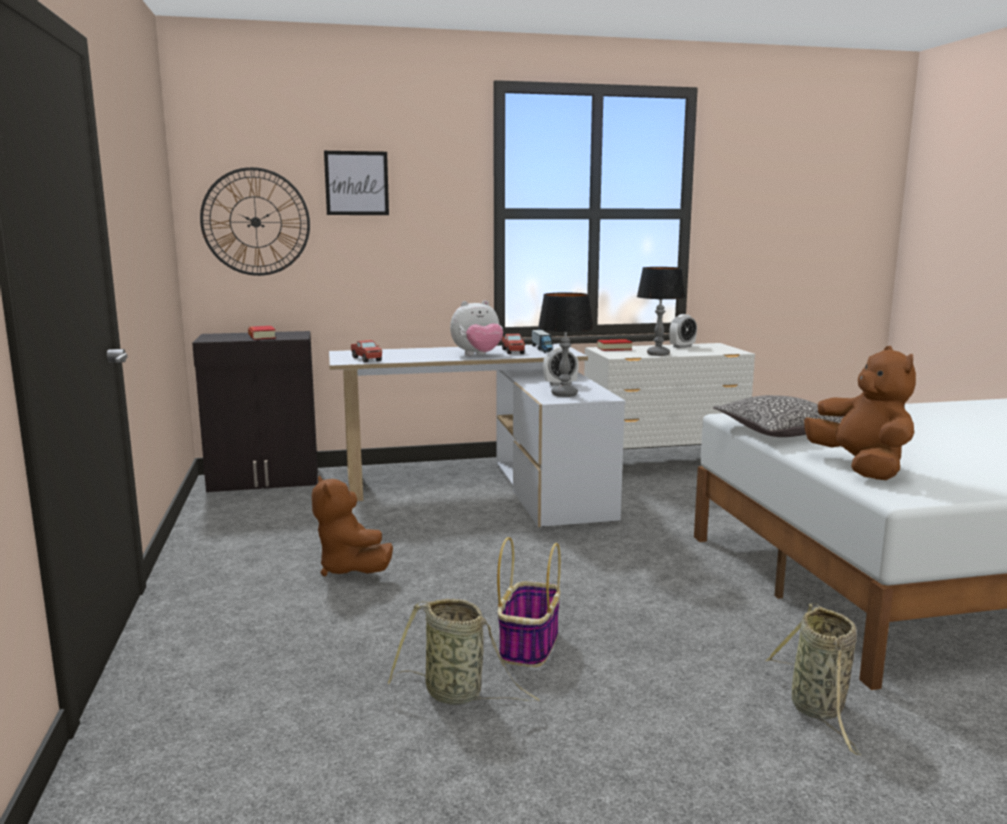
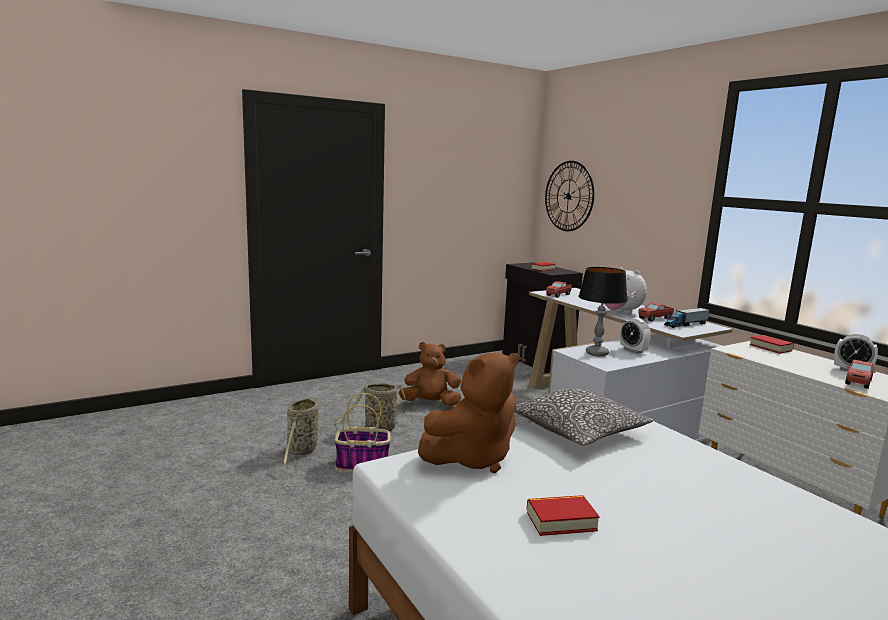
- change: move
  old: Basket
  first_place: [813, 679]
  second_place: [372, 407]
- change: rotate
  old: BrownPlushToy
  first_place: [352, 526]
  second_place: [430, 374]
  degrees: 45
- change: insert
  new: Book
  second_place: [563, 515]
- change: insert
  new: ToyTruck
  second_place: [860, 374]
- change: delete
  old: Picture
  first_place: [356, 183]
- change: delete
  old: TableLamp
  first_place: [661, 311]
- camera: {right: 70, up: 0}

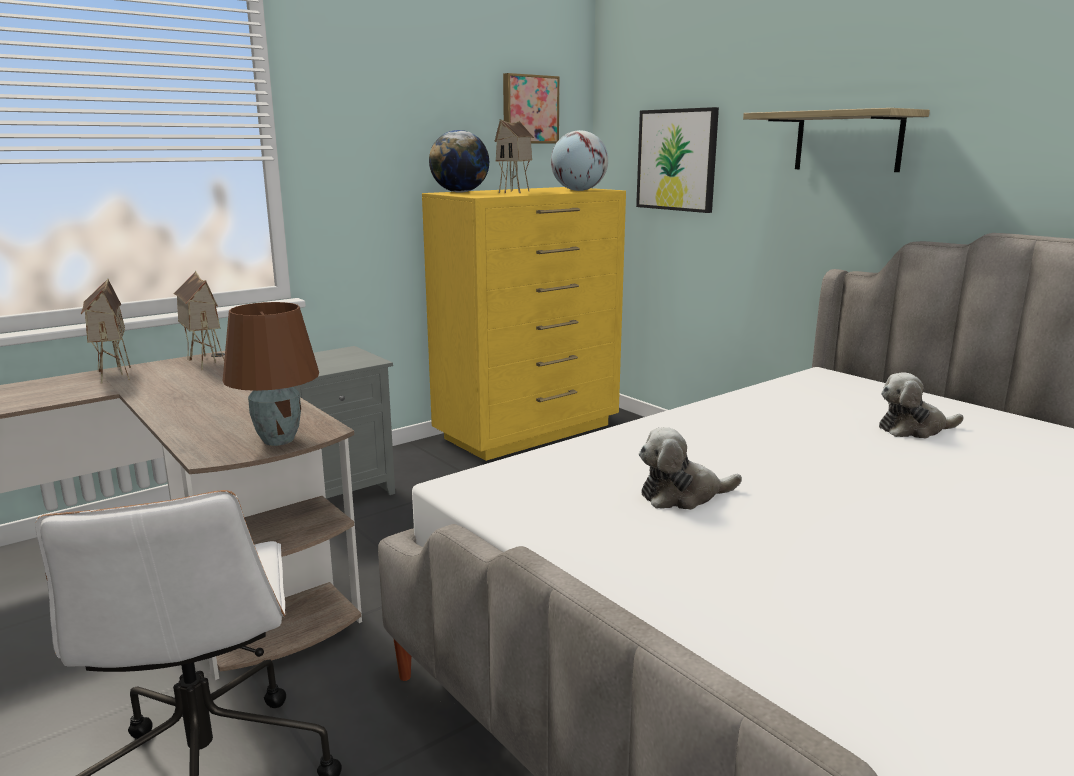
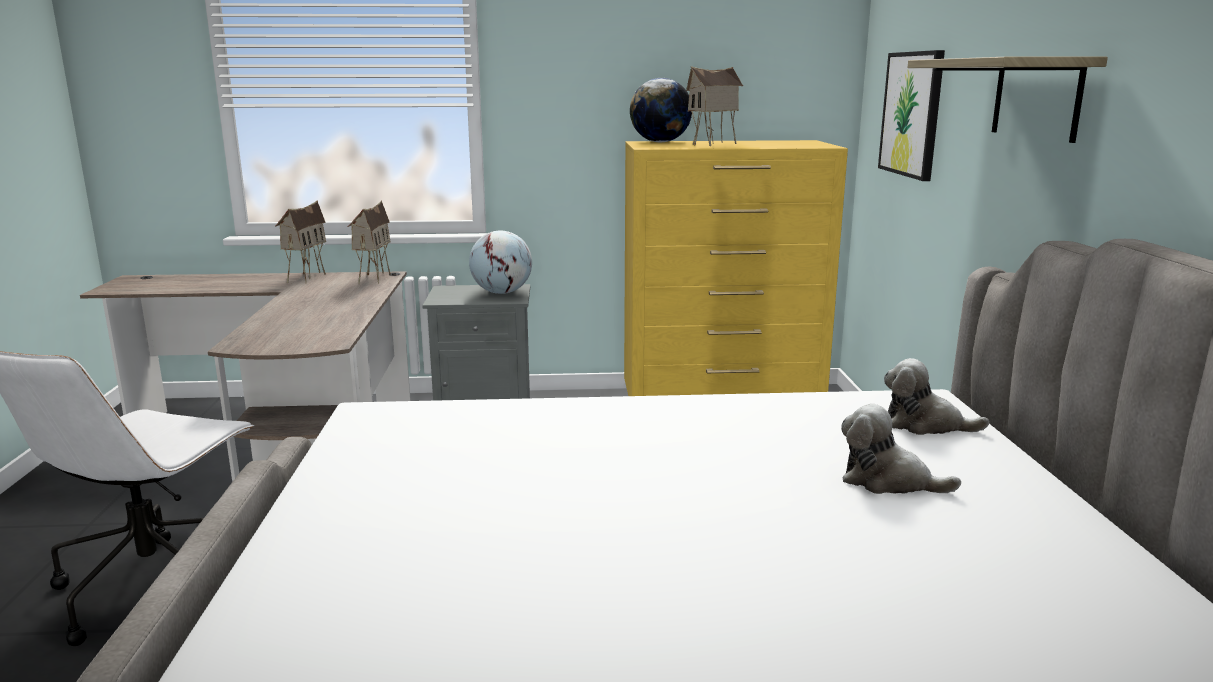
- change: move
  old: Globe
  first_place: [579, 160]
  second_place: [500, 262]
- change: move
  old: PlushToy
  first_place: [690, 468]
  second_place: [936, 396]
- change: delete
  old: BrownTableLamp
  first_place: [271, 374]
- change: delete
  old: Picture
  first_place: [531, 108]
- camera: {right: 35, up: 0}

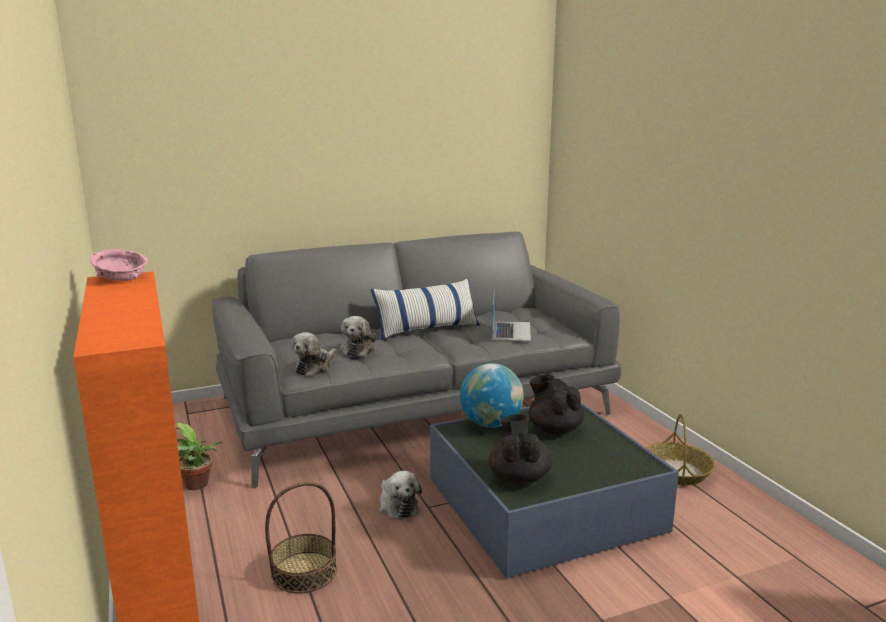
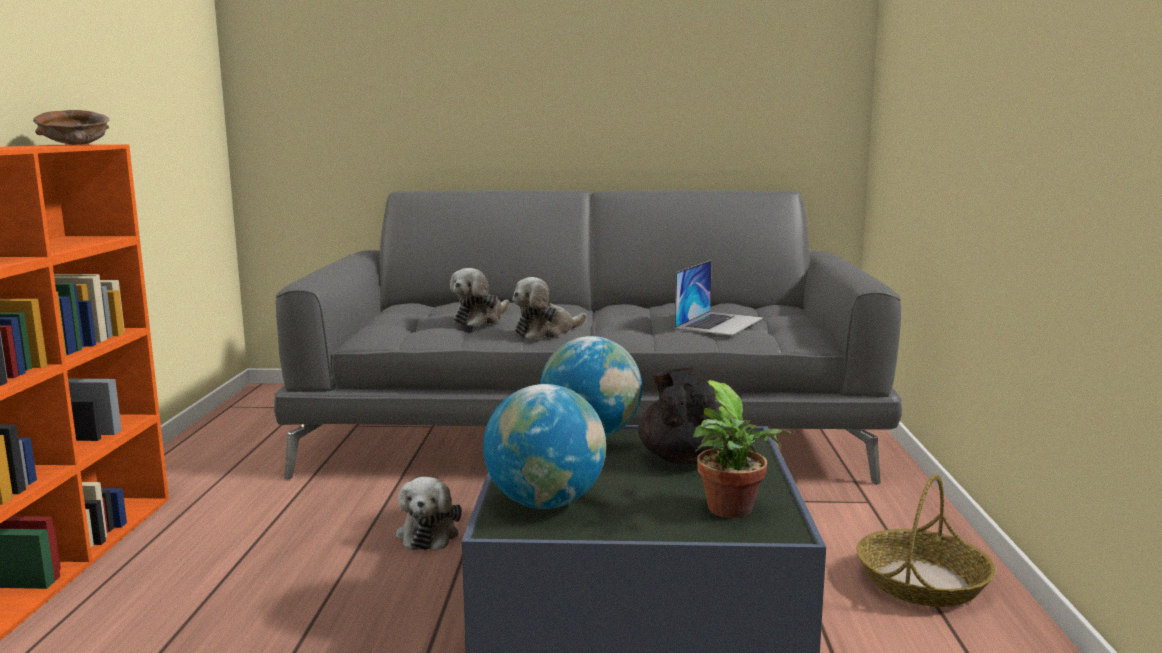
- change: recolor
  old: PinkBowl
  new: BrownBowl
  first_place: [119, 265]
  second_place: [71, 127]
- change: replace
  old: BlackTeapot
  new: Globe
  first_place: [520, 449]
  second_place: [544, 446]
- change: move
  old: PlushToy
  first_place: [313, 354]
  second_place: [549, 308]
- change: move
  old: PottedPlant
  first_place: [199, 456]
  second_place: [742, 449]
- change: delete
  old: Basket
  first_place: [301, 537]
- change: delete
  old: Pillow
  first_place: [425, 309]
- camera: {right: 25, up: -5}

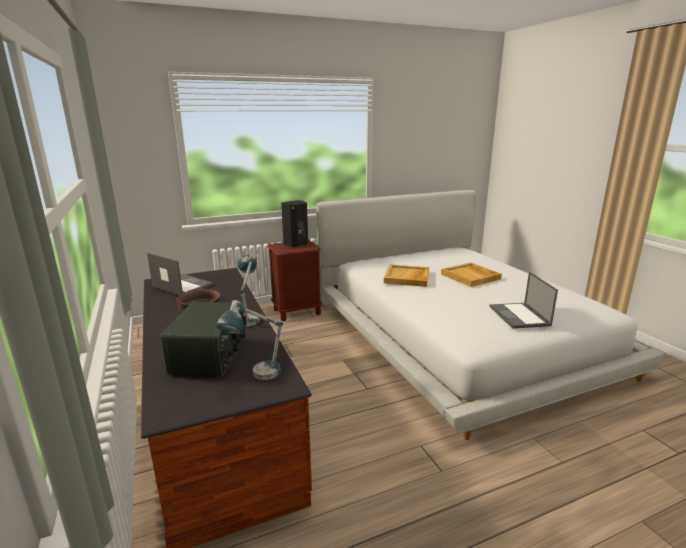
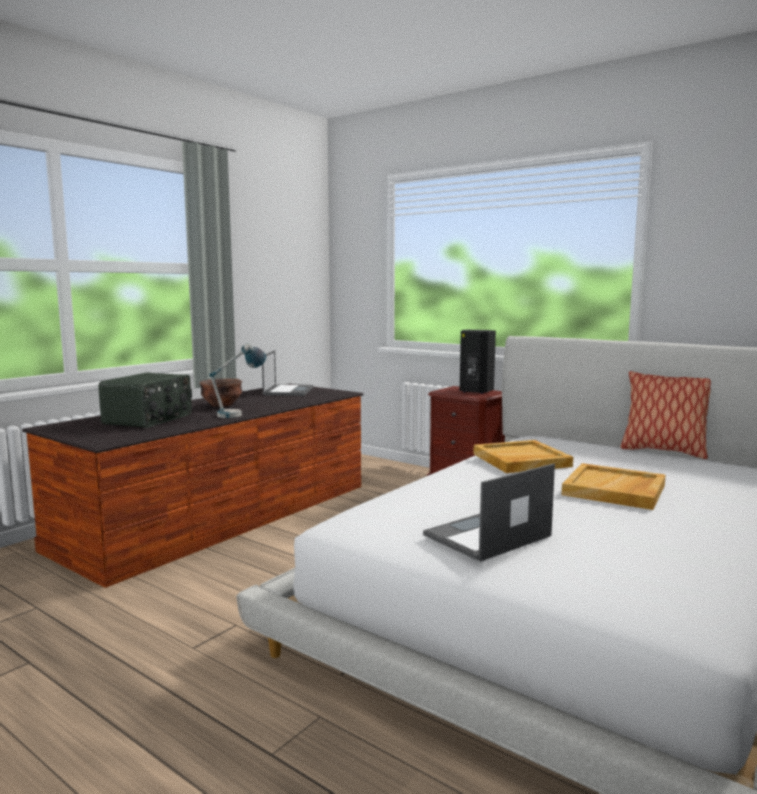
- change: rotate
  old: Radio
  first_place: [203, 338]
  second_place: [145, 400]
  degrees: -45
- change: insert
  new: Pillow
  second_place: [665, 415]
- change: delete
  old: TableLamp
  first_place: [249, 340]
- camera: {right: 60, up: -10}

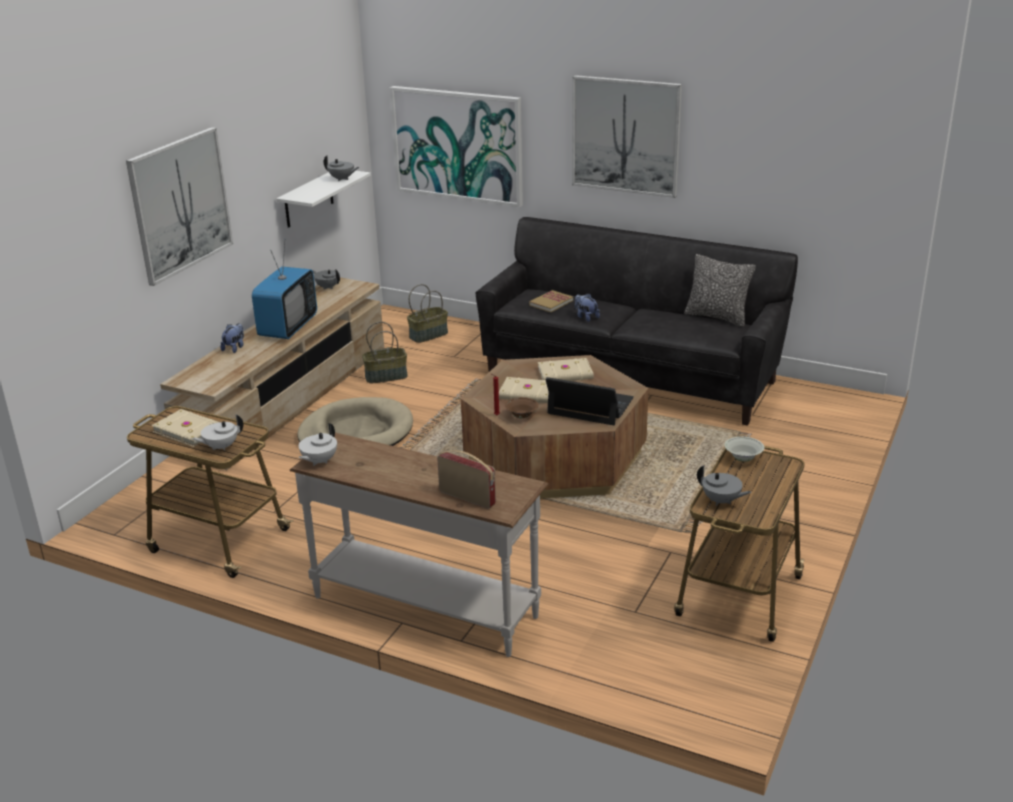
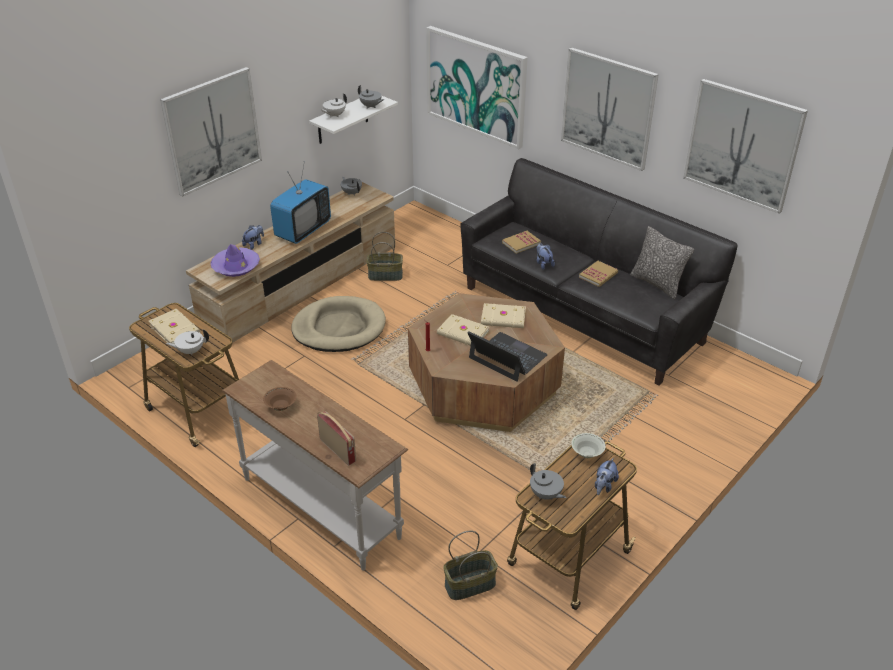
- change: insert
  new: PurpleHat
  second_place: [235, 260]
- change: move
  old: BrownBowl
  first_place: [522, 407]
  second_place: [280, 399]
- change: move
  old: WhiteTeapot
  first_place: [317, 444]
  second_place: [333, 105]
- change: move
  old: Basket
  first_place: [427, 313]
  second_place: [470, 565]
- change: insert
  new: Book
  second_place: [598, 274]
- change: insert
  new: PlushToy
  second_place: [607, 476]
- change: insert
  new: Picture
  second_place: [745, 146]
- camera: {right: 15, up: 10}

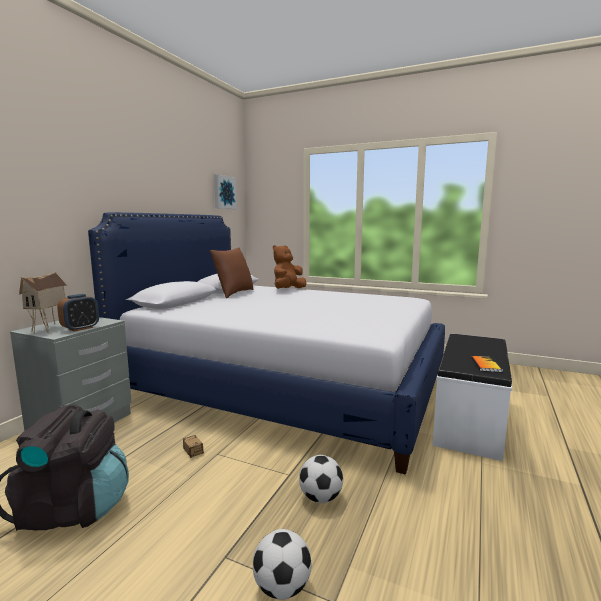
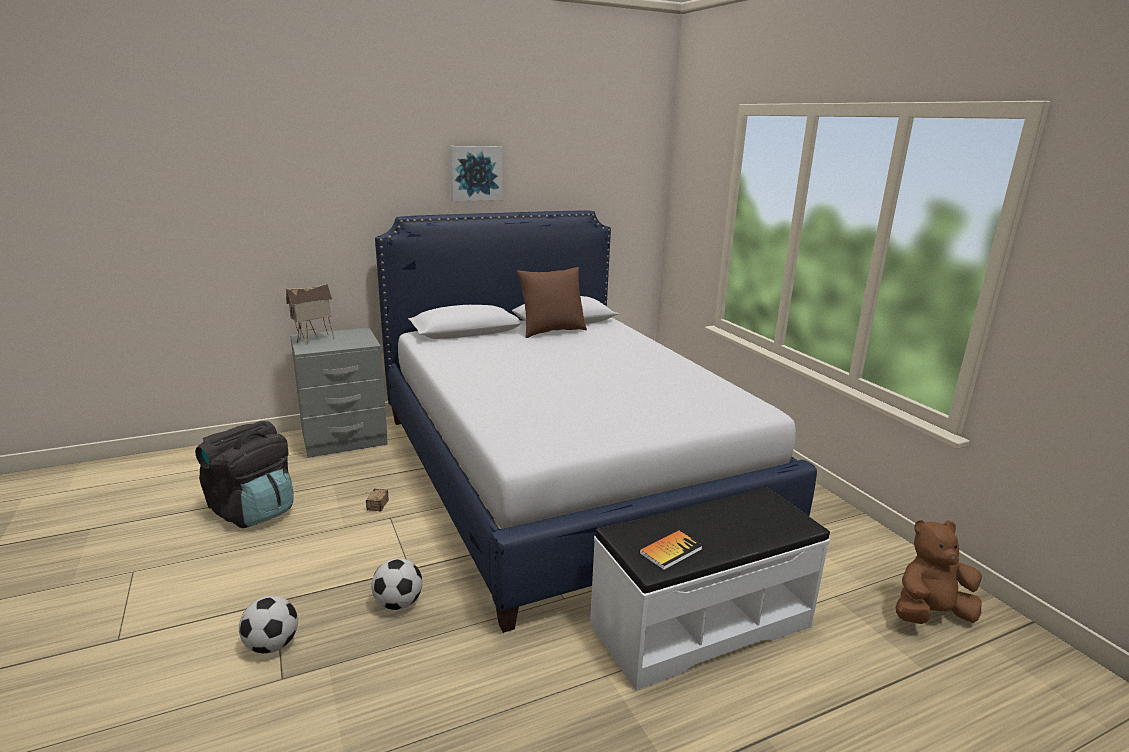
- change: move
  old: Picture
  first_place: [225, 191]
  second_place: [476, 173]
- change: move
  old: BrownPlushToy
  first_place: [289, 267]
  second_place: [939, 572]
- change: delete
  old: AlarmClock
  first_place: [78, 313]
- camera: {right: 40, up: 10}

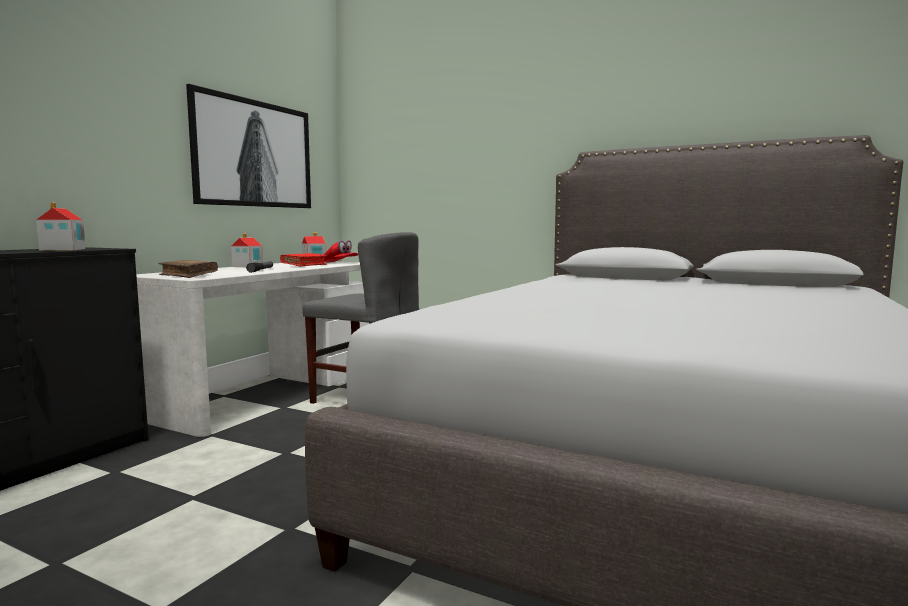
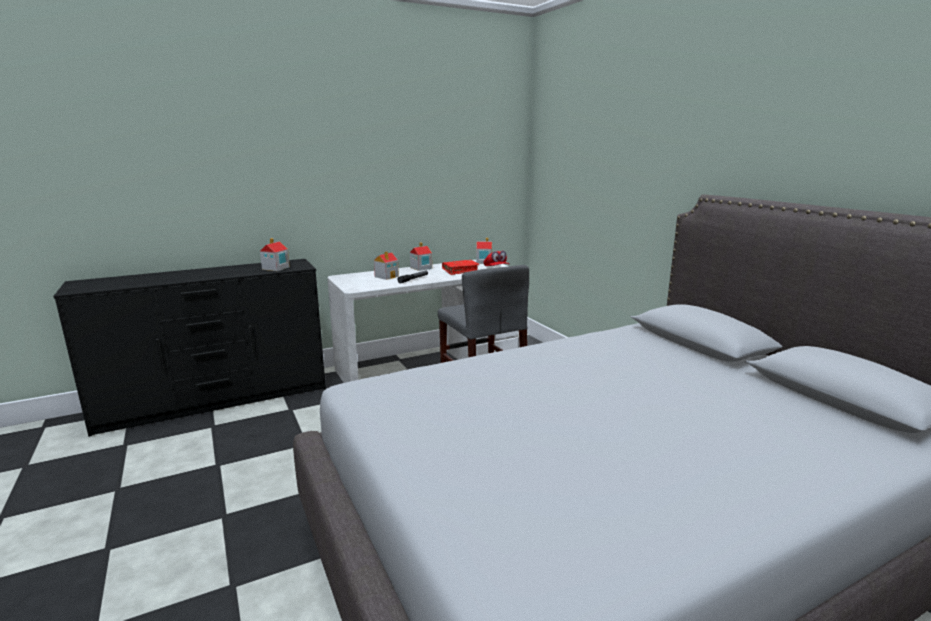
- change: insert
  new: ToyHouse
  second_place: [386, 265]
- change: delete
  old: BrownBook
  first_place: [188, 269]
- change: delete
  old: Picture
  first_place: [248, 146]
- camera: {right: 35, up: 10}

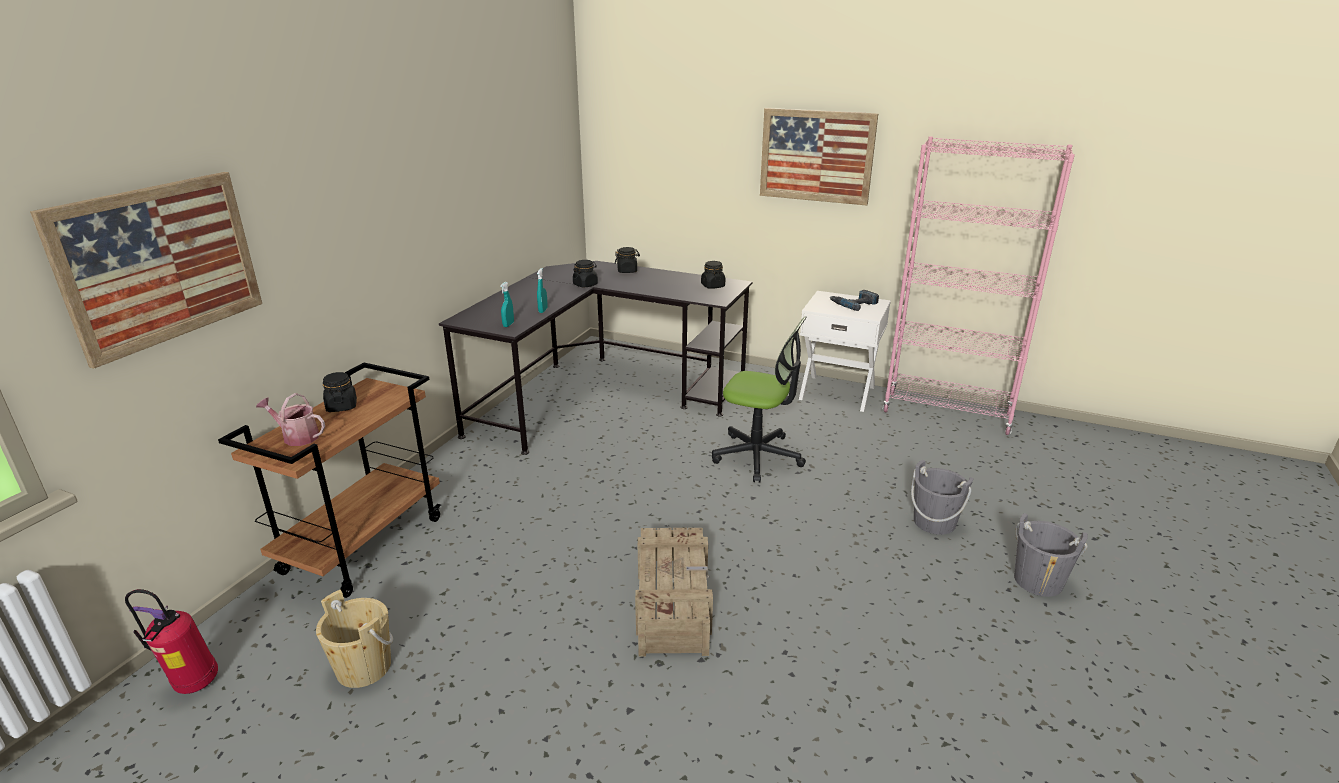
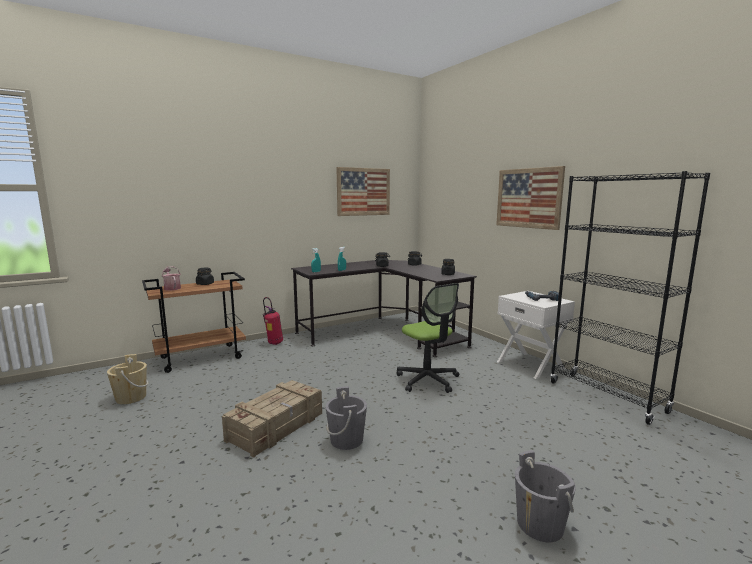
- change: move
  old: FireExtinguisher
  first_place: [171, 641]
  second_place: [273, 321]
- change: move
  old: GreyBucket
  first_place: [942, 497]
  second_place: [346, 418]
- change: move
  old: Picture
  first_place: [146, 270]
  second_place: [363, 191]
- change: recolor
  old: PinkBookcase
  new: BlackBookcase
  first_place: [978, 285]
  second_place: [630, 298]
- camera: {right: 35, up: -15}

